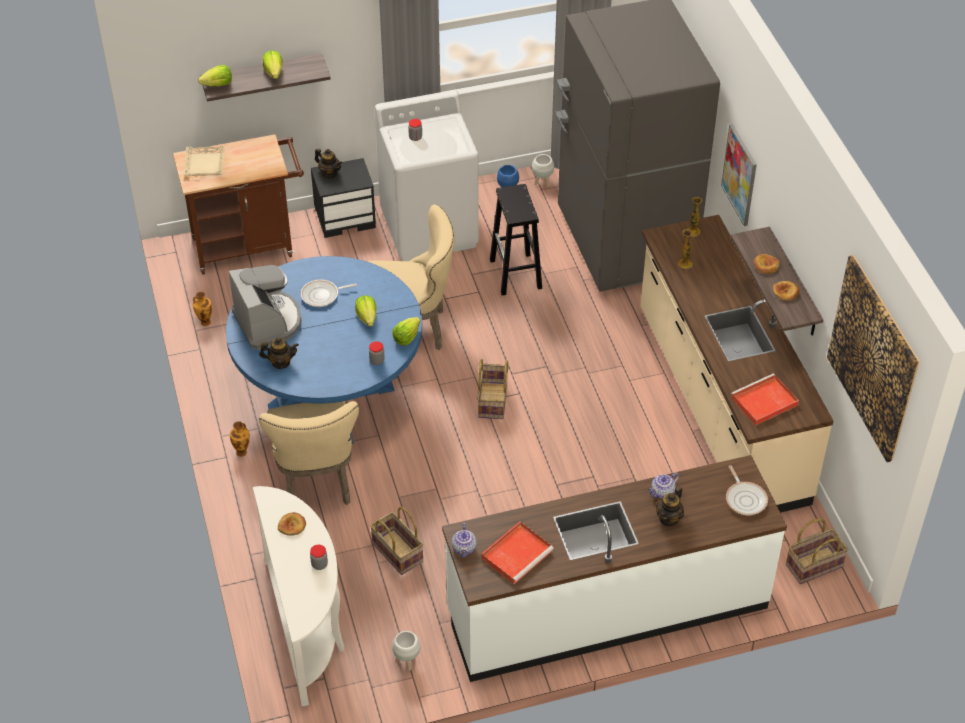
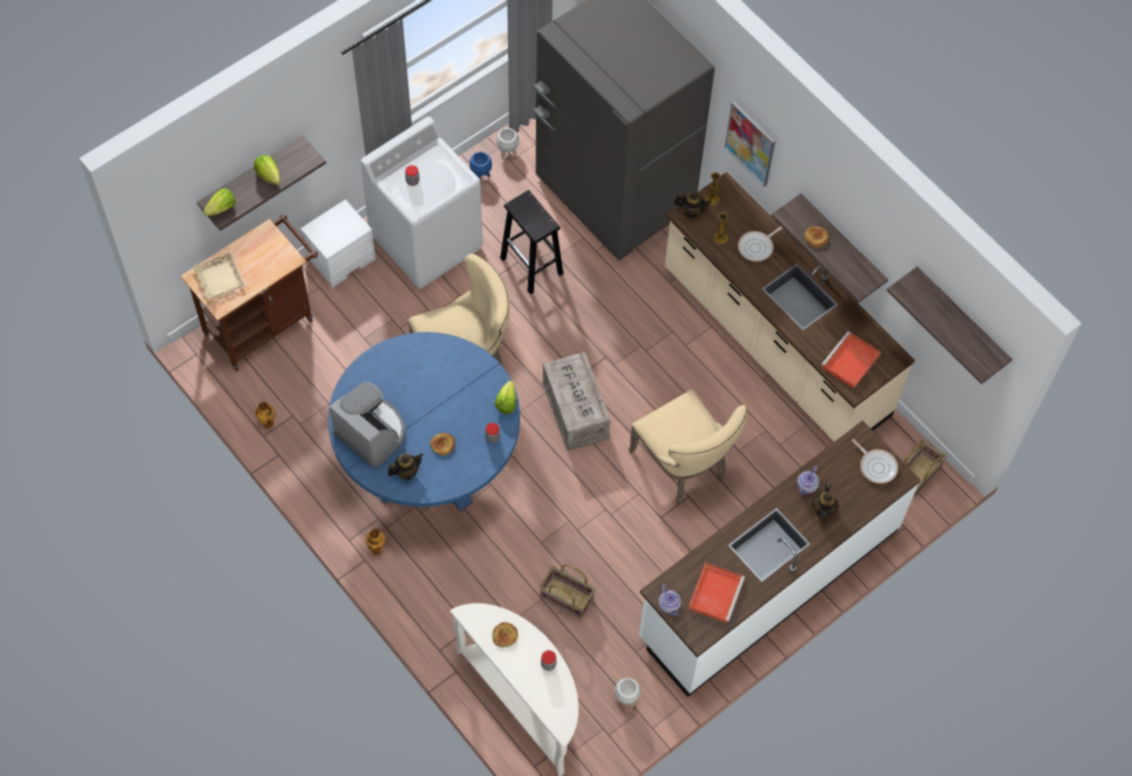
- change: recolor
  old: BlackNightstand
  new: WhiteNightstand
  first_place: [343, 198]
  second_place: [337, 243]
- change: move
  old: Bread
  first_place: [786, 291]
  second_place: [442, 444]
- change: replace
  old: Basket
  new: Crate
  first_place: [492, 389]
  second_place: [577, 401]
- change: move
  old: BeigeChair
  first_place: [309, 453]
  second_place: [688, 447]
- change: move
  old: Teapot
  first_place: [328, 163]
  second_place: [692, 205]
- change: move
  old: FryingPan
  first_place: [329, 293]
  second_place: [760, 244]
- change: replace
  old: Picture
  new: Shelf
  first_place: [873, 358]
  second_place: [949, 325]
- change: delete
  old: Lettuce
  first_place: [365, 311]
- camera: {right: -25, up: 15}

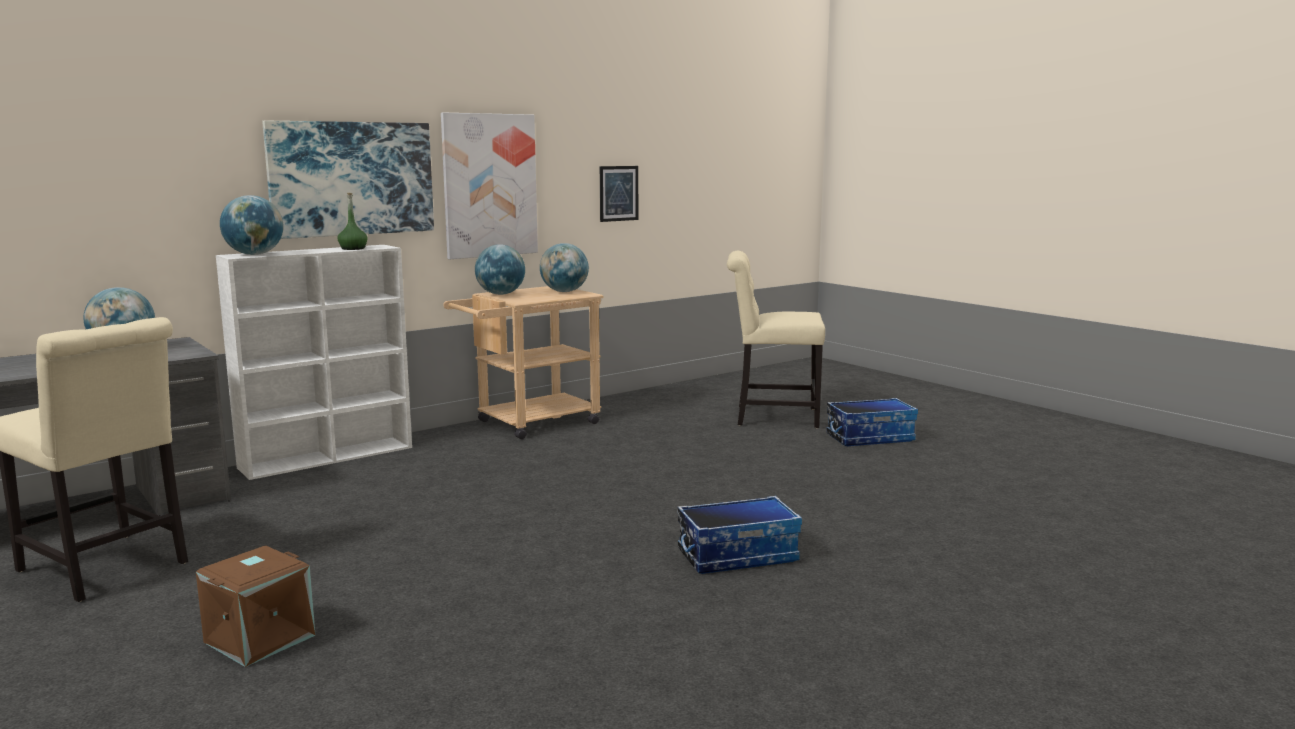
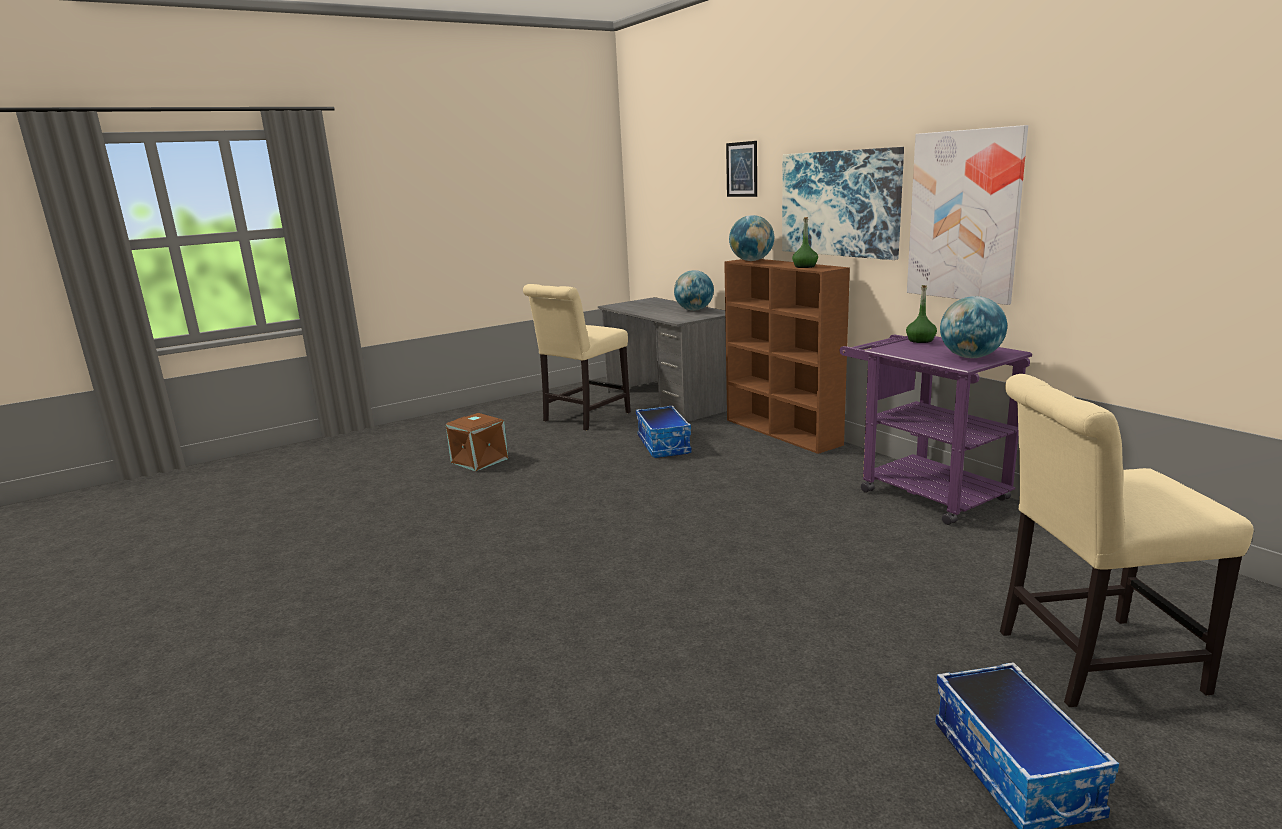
- change: move
  old: StorageBox
  first_place: [739, 535]
  second_place: [664, 431]
- change: recolor
  old: WhiteBookcase
  new: BrownBookcase
  first_place: [314, 362]
  second_place: [787, 356]
- change: move
  old: Picture
  first_place: [619, 194]
  second_place: [741, 169]
- change: recolor
  old: BeigeCart
  new: PurpleCart
  first_place: [523, 362]
  second_place: [936, 430]
- change: replace
  old: Globe
  new: GreenBottle
  first_place: [500, 269]
  second_place: [921, 314]
- change: rotate
  old: BeigeChair
  first_place: [776, 339]
  second_place: [1127, 540]
  degrees: -105
- camera: {right: 95, up: 5}

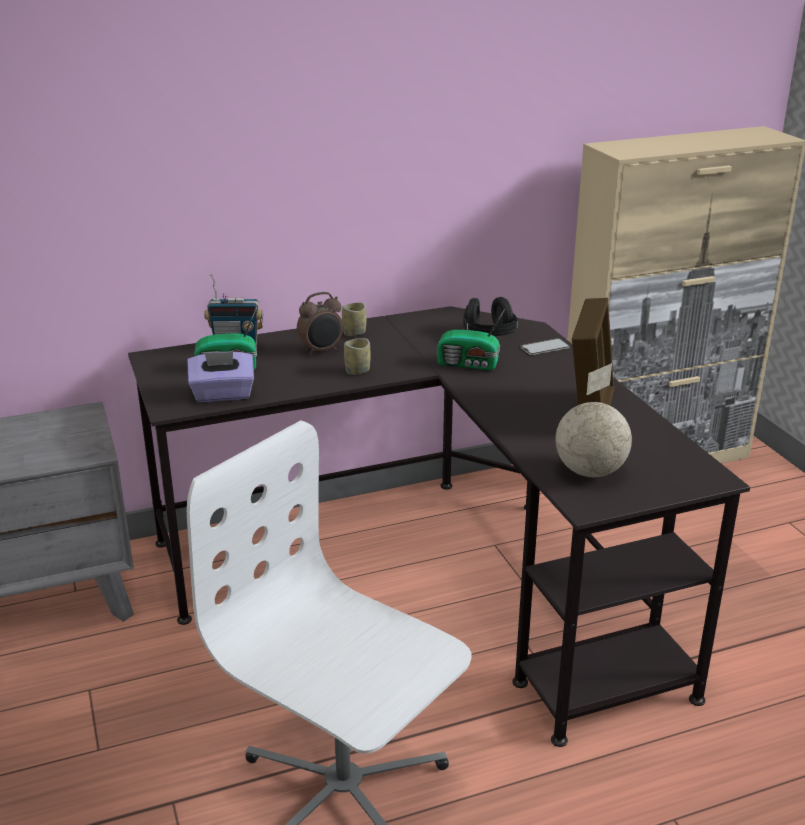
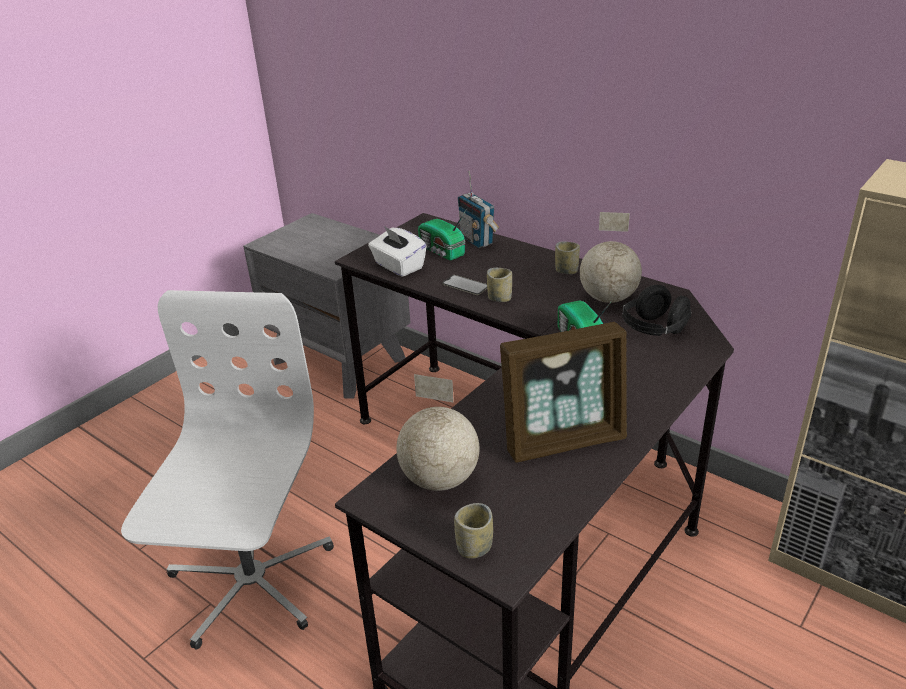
- change: recolor
  old: PurpleTissueBox
  new: WhiteTissueBox
  first_place: [220, 377]
  second_place: [397, 251]
- change: move
  old: Phone
  first_place: [545, 346]
  second_place: [464, 285]
- change: insert
  new: Cup
  second_place: [473, 531]
- change: insert
  new: Globe
  second_place: [611, 257]
- change: delete
  old: AlarmClock
  first_place: [320, 323]
- camera: {right: 60, up: 5}

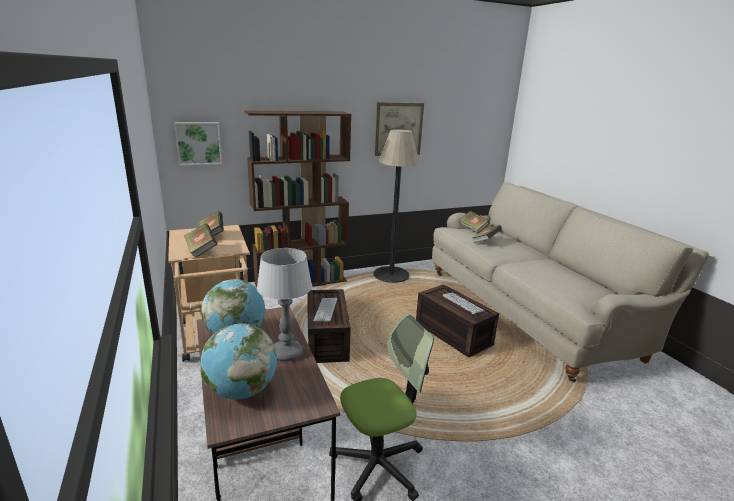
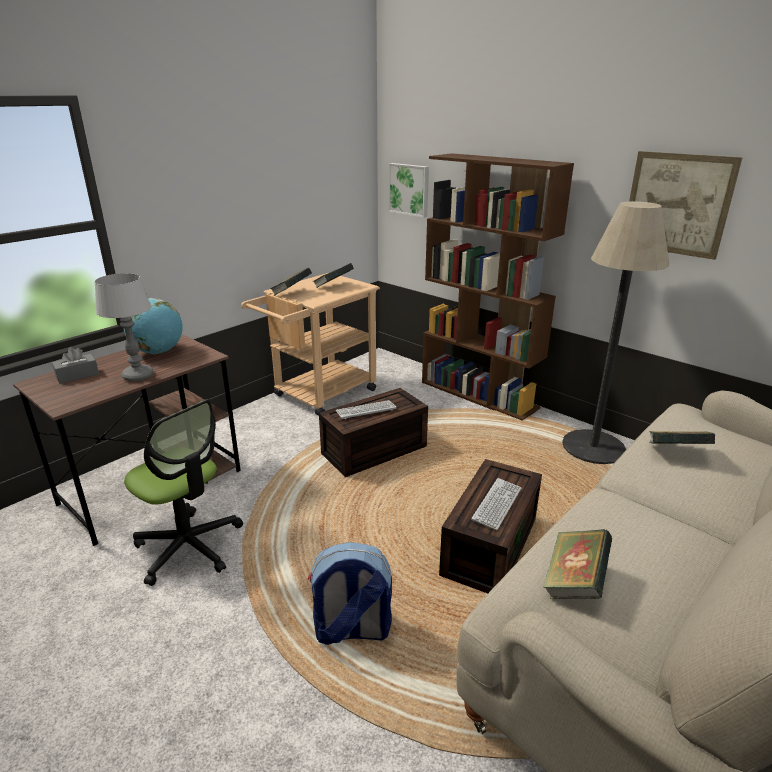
- change: replace
  old: Globe
  new: GreyTissueBox
  first_place: [238, 361]
  second_place: [75, 365]
- change: insert
  new: Backpack
  second_place: [349, 593]
- change: move
  old: Book
  first_place: [474, 222]
  second_place: [577, 564]
- camera: {right: 65, up: 5}

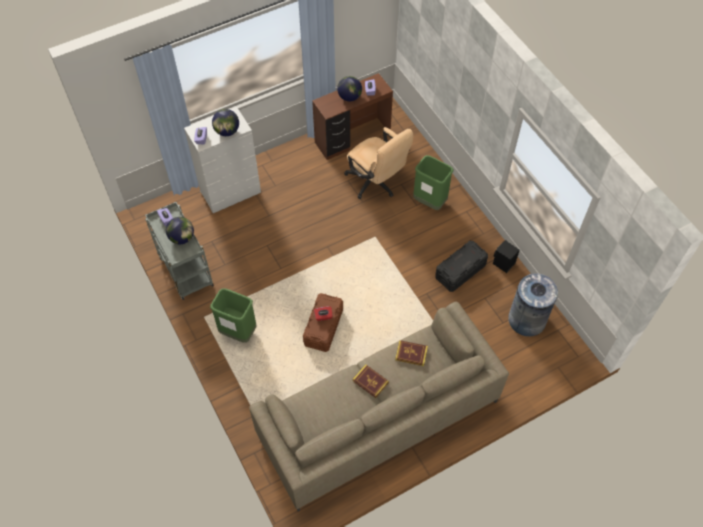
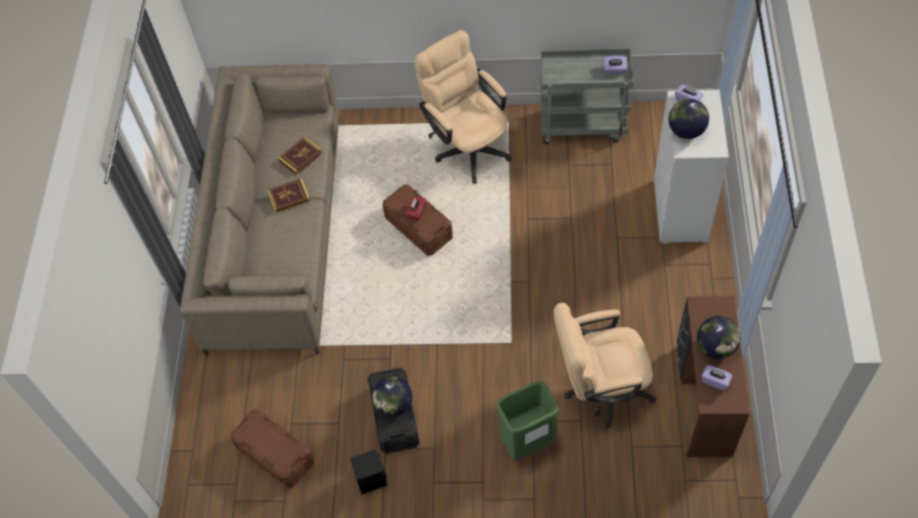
- change: replace
  old: GreyTrashCan
  new: BrownStorageBox
  first_place: [533, 304]
  second_place: [272, 448]
- change: move
  old: Book
  first_place: [411, 353]
  second_place: [300, 155]
- change: move
  old: Globe
  first_place: [180, 230]
  second_place: [392, 396]
- change: replace
  old: GreenTrashCan
  new: BeigeOfficeChair
  first_place: [233, 315]
  second_place: [463, 107]
- camera: {right: 125, up: 0}

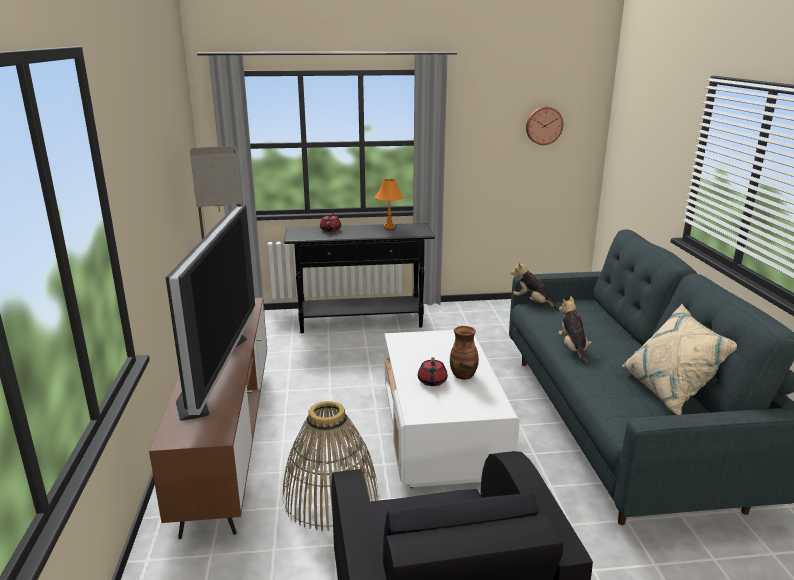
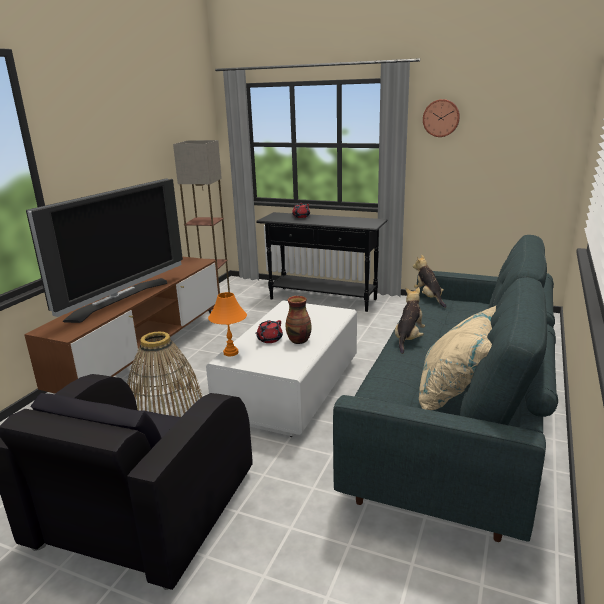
- change: move
  old: OrangeTableLamp
  first_place: [389, 204]
  second_place: [227, 324]
- change: move
  old: WallClock
  first_place: [544, 126]
  second_place: [441, 118]
- camera: {right: 30, up: 0}

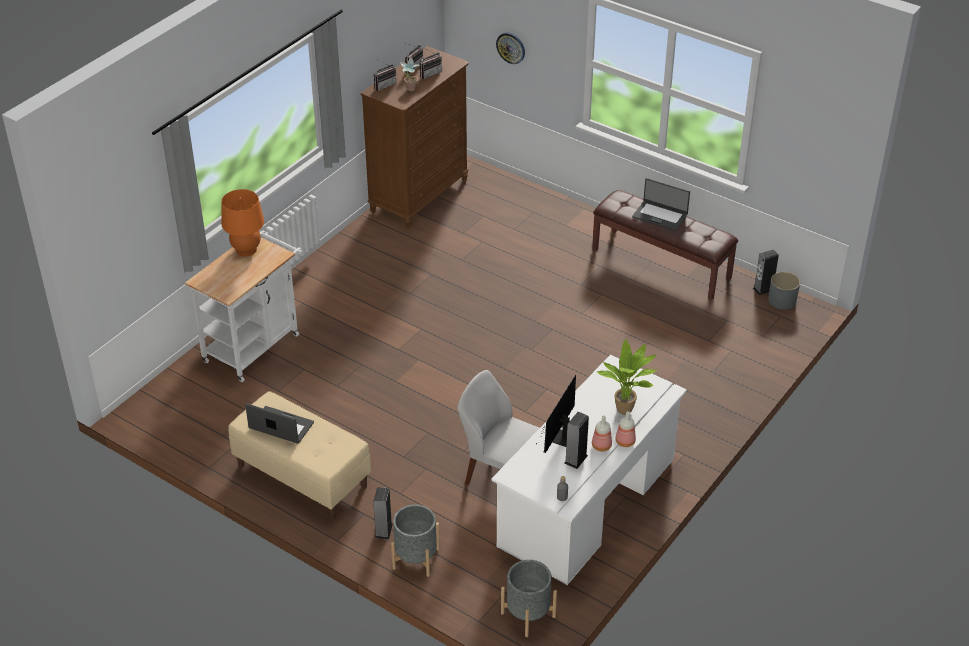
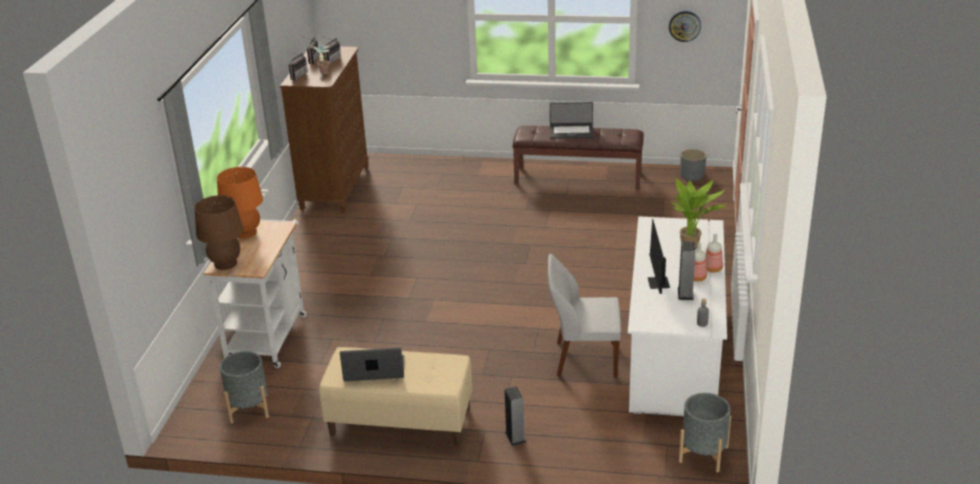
- change: insert
  new: BrownTableLamp
  second_place: [218, 232]
- change: move
  old: GreyPlanter
  first_place: [415, 540]
  second_place: [244, 387]
- change: move
  old: WallClock
  first_place: [510, 48]
  second_place: [685, 26]
- change: delete
  old: Speaker
  first_place: [766, 272]
- camera: {right: -25, up: -10}

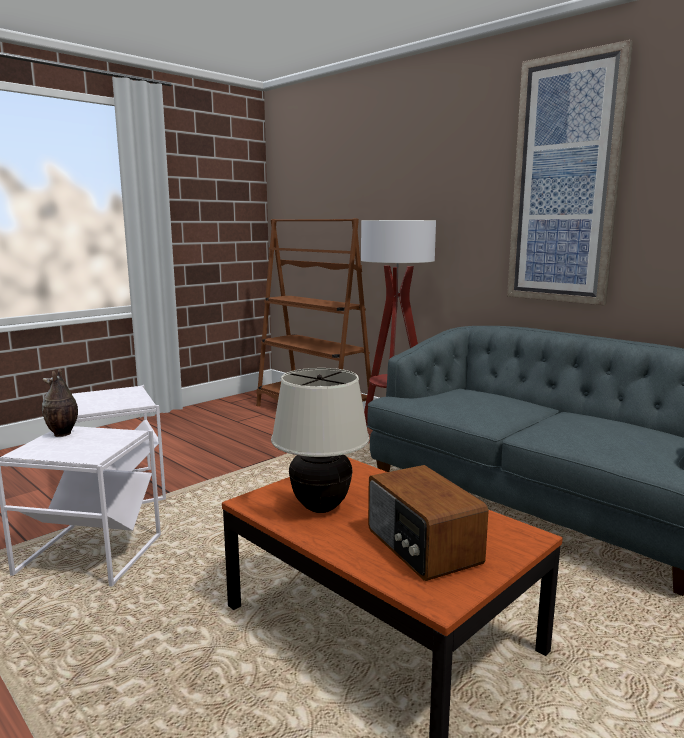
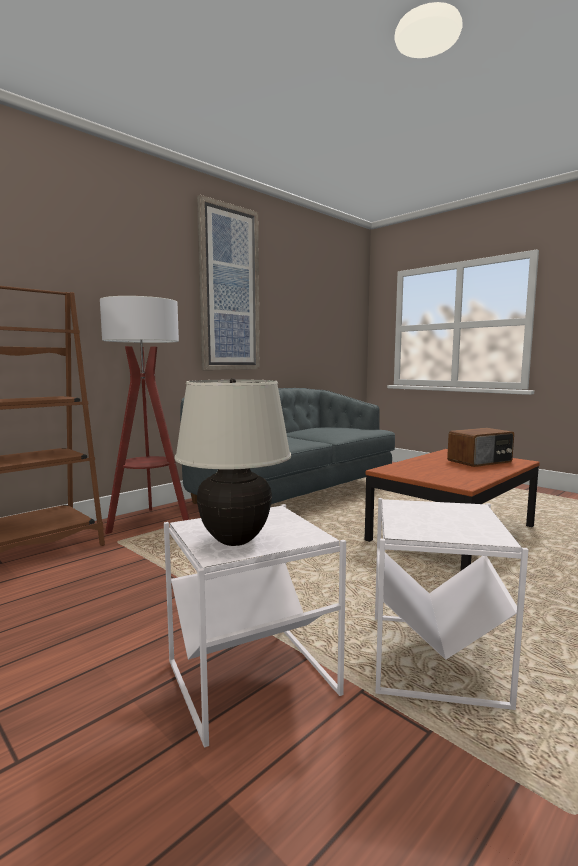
- change: move
  old: BeigeTableLamp
  first_place: [320, 440]
  second_place: [233, 462]
- change: delete
  old: Vase
  first_place: [60, 402]
- camera: {right: -90, up: -5}

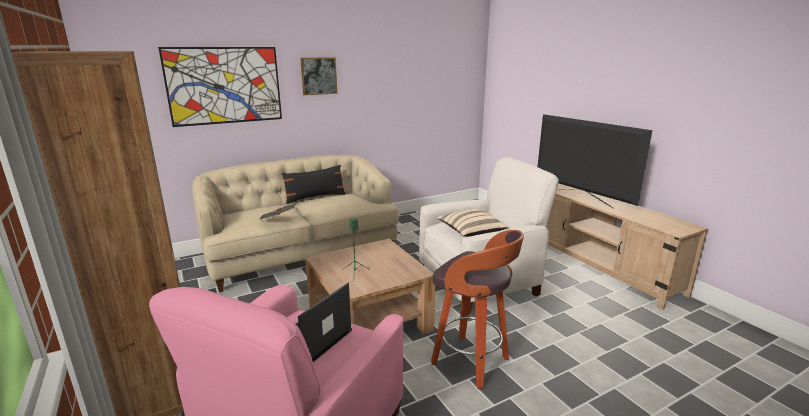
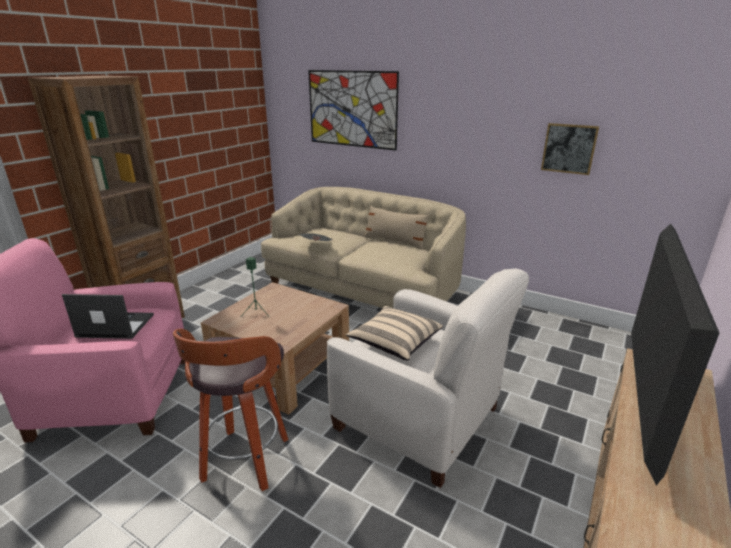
- change: recolor
  old: BlackPillow
  new: BeigePillow
  first_place: [314, 184]
  second_place: [396, 227]
- change: move
  old: Picture
  first_place: [318, 76]
  second_place: [570, 149]
- camera: {right: 60, up: 5}

